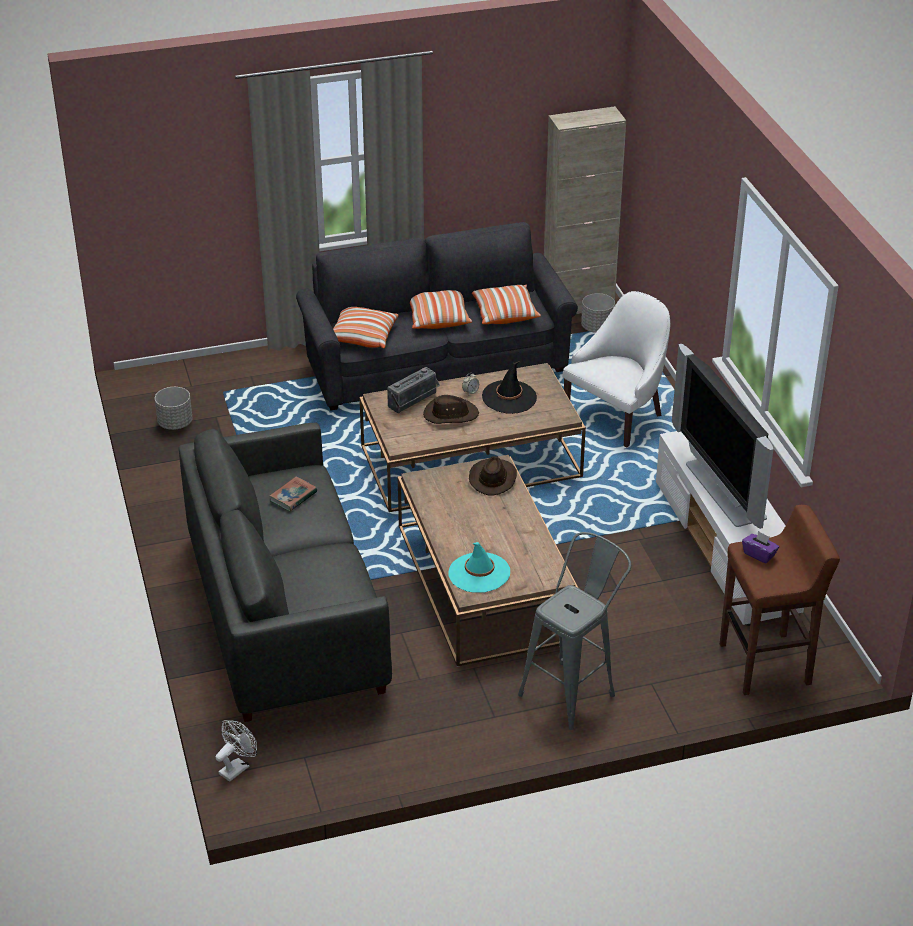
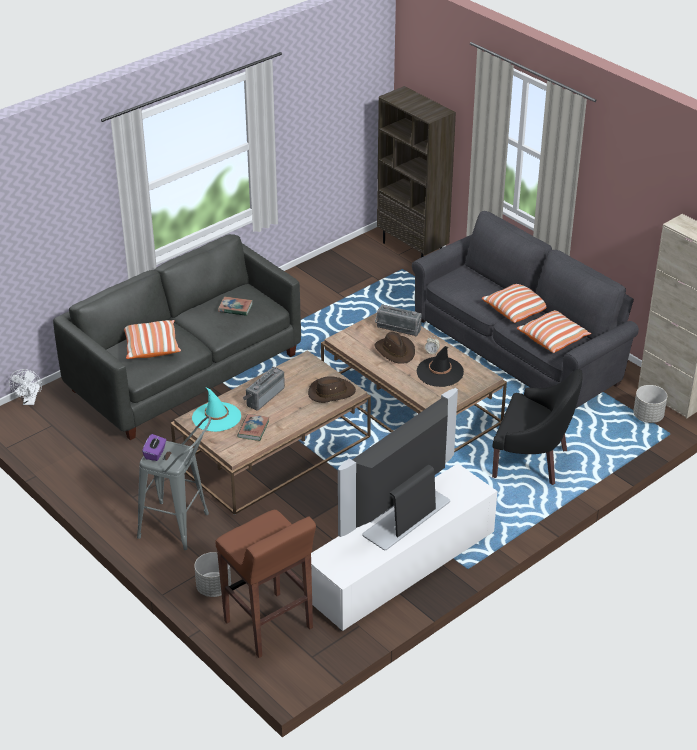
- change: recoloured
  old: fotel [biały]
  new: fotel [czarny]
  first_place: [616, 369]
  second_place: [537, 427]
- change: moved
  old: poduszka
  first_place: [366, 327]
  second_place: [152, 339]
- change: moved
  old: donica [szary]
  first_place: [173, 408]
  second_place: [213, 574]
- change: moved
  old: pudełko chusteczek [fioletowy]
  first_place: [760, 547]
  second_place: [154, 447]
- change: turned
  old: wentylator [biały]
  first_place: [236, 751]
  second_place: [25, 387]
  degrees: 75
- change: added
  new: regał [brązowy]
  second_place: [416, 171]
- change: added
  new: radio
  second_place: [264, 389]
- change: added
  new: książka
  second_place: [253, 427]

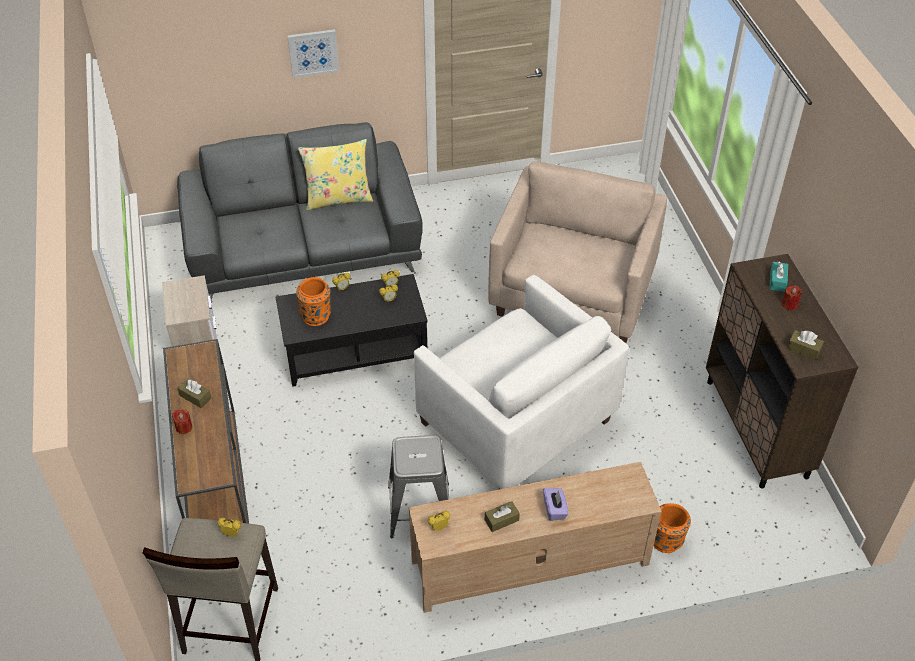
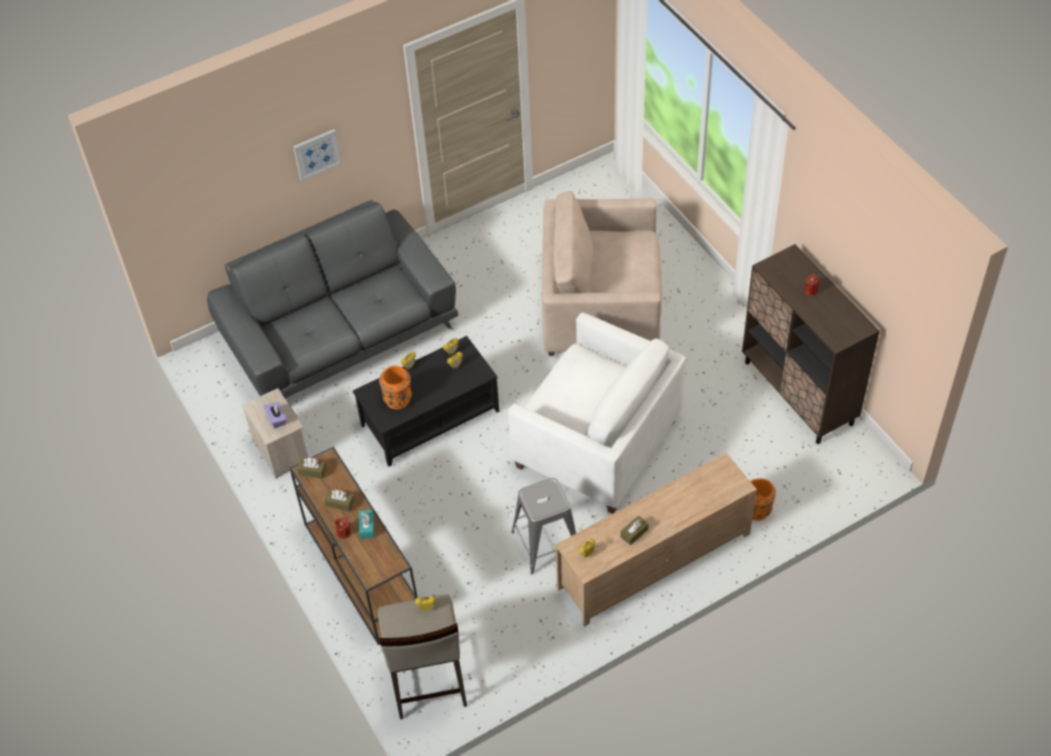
- change: removed
  old: poduszka [żółty]
  first_place: [335, 174]
- change: turned
  old: fotel [beżowy]
  first_place: [577, 252]
  second_place: [602, 273]
  degrees: -90
- change: moved
  old: pudełko chusteczek [turkusowy]
  first_place: [778, 276]
  second_place: [366, 524]
- change: moved
  old: pudełko chusteczek [brązowy]
  first_place: [805, 345]
  second_place: [312, 468]
- change: moved
  old: pudełko chusteczek [fioletowy]
  first_place: [555, 504]
  second_place: [275, 415]

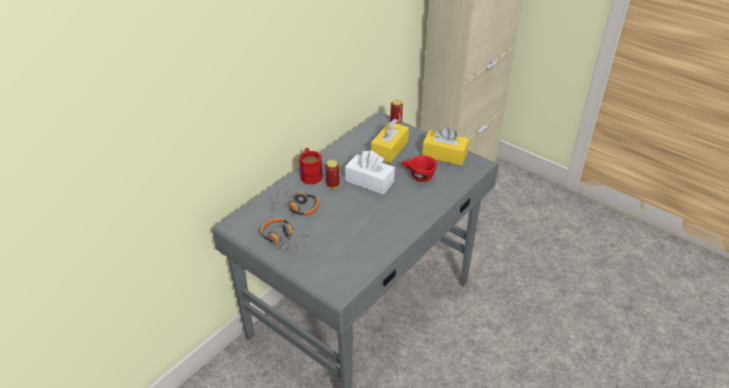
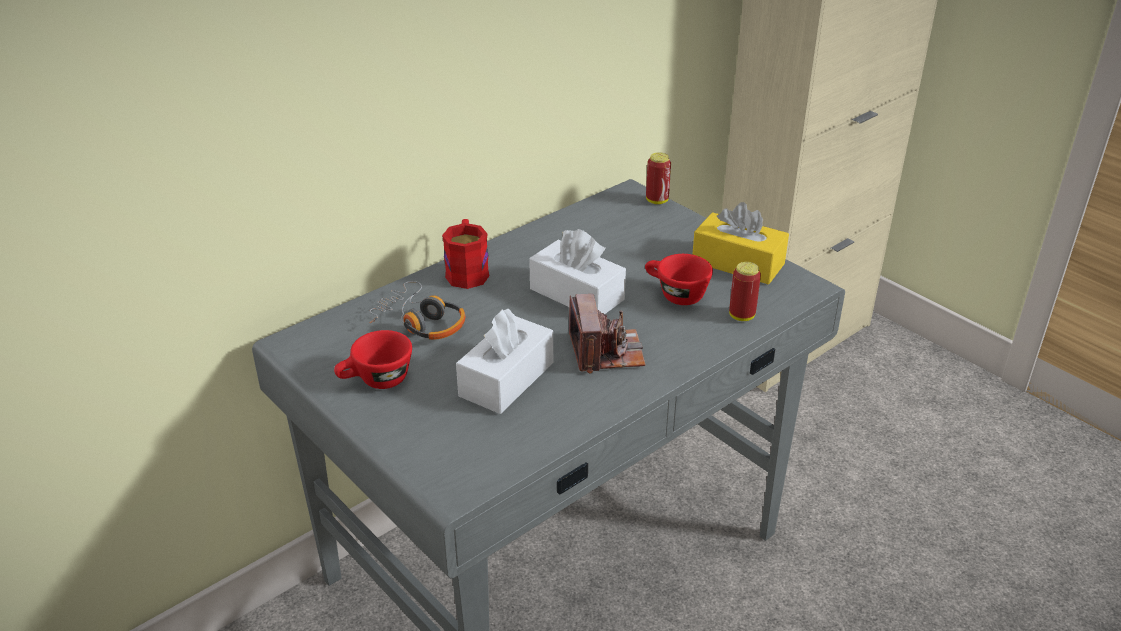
- change: removed
  old: pudełko chusteczek [żółty]
  first_place: [390, 141]
- change: moved
  old: puszka
  first_place: [333, 174]
  second_place: [745, 291]
- change: replaced
  old: słuchawki
  new: filiżanka [czerwony]
  first_place: [285, 238]
  second_place: [373, 359]
- change: added
  new: aparat fotograficzny
  second_place: [607, 334]
- change: added
  new: pudełko chusteczek [biały]
  second_place: [504, 361]

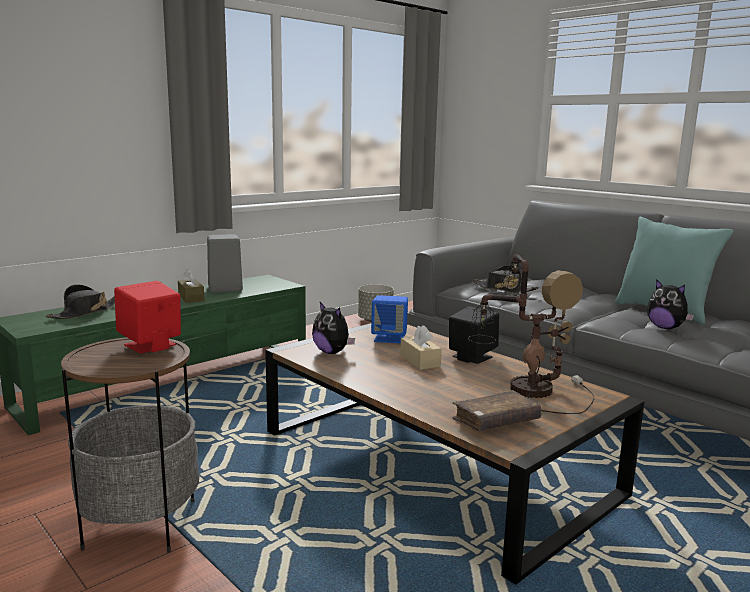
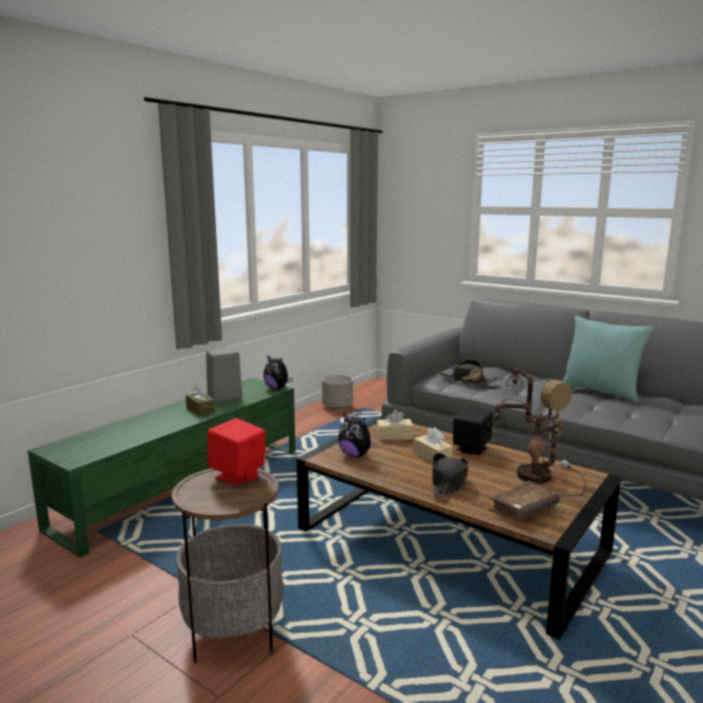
- change: moved
  old: pluszak
  first_place: [670, 304]
  second_place: [278, 372]
- change: moved
  old: kapelusz [czarny]
  first_place: [80, 302]
  second_place: [450, 475]
- change: replaced
  old: głośnik [niebieski]
  new: pudełko chusteczek [beżowy]
  first_place: [389, 319]
  second_place: [395, 424]

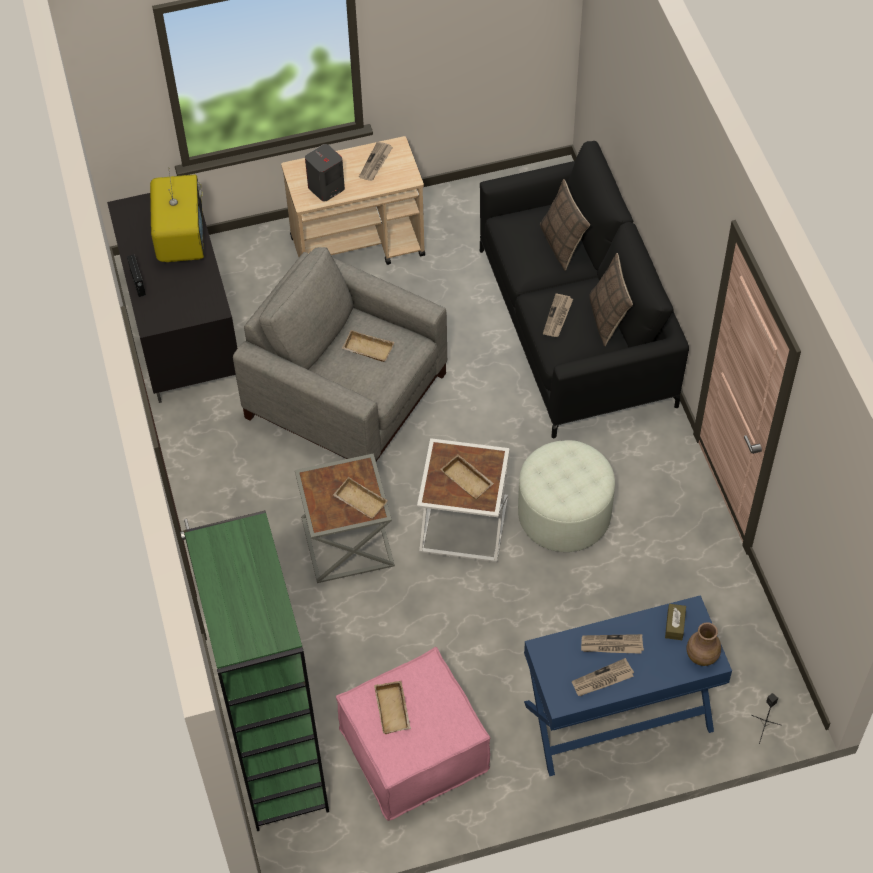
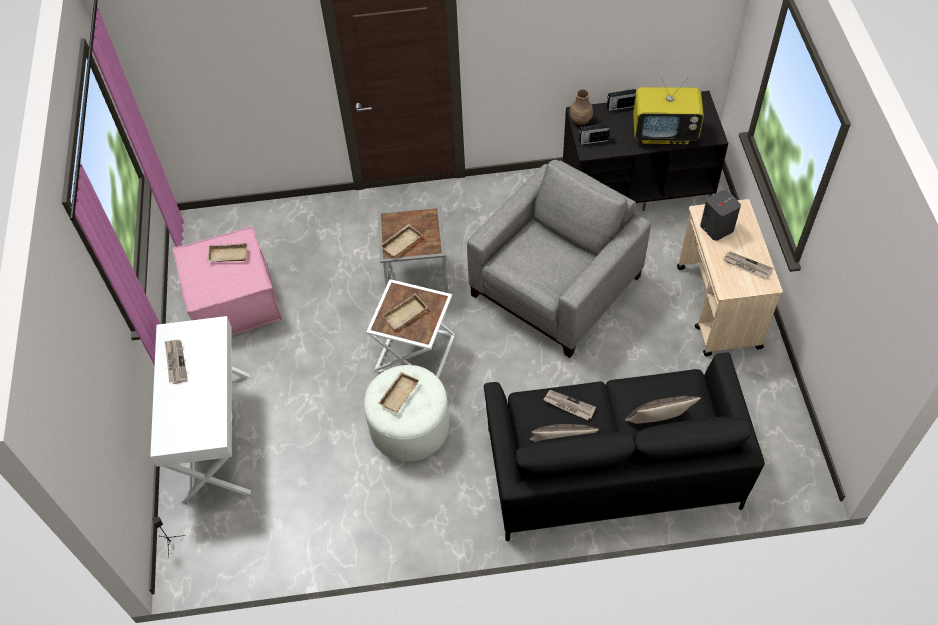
- change: moved
  old: taca [beżowy]
  first_place: [368, 346]
  second_place: [398, 392]
- change: removed
  old: regał [zielony]
  first_place: [256, 671]
- change: recoloured
  old: stolik konsolowy [niebieski]
  new: stolik konsolowy [biały]
  first_place: [628, 685]
  second_place: [200, 409]
- change: removed
  old: pudełko chusteczek [brązowy]
  first_place: [675, 622]
- change: moved
  old: wazon [brązowy]
  first_place: [703, 644]
  second_place: [581, 107]
- change: removed
  old: gazeta
  first_place: [612, 644]
- change: added
  new: radio
  second_place: [594, 133]

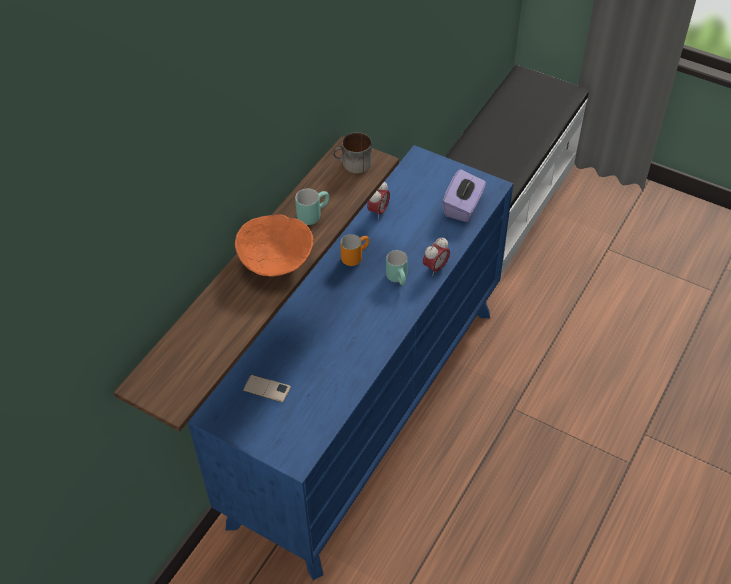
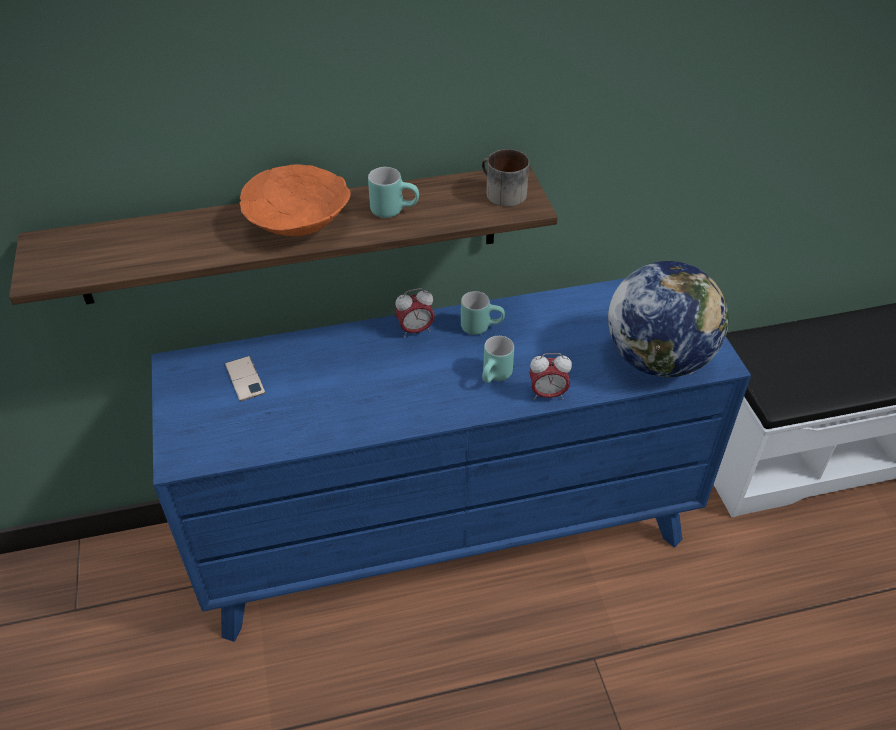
- change: replaced
  old: pudełko chusteczek [fioletowy]
  new: globus
  first_place: [464, 195]
  second_place: [668, 319]
- change: moved
  old: budzik
  first_place: [378, 200]
  second_place: [415, 312]
- change: recoloured
  old: kubek [pomarańczowy]
  new: kubek [turkusowy]
  first_place: [354, 250]
  second_place: [483, 313]

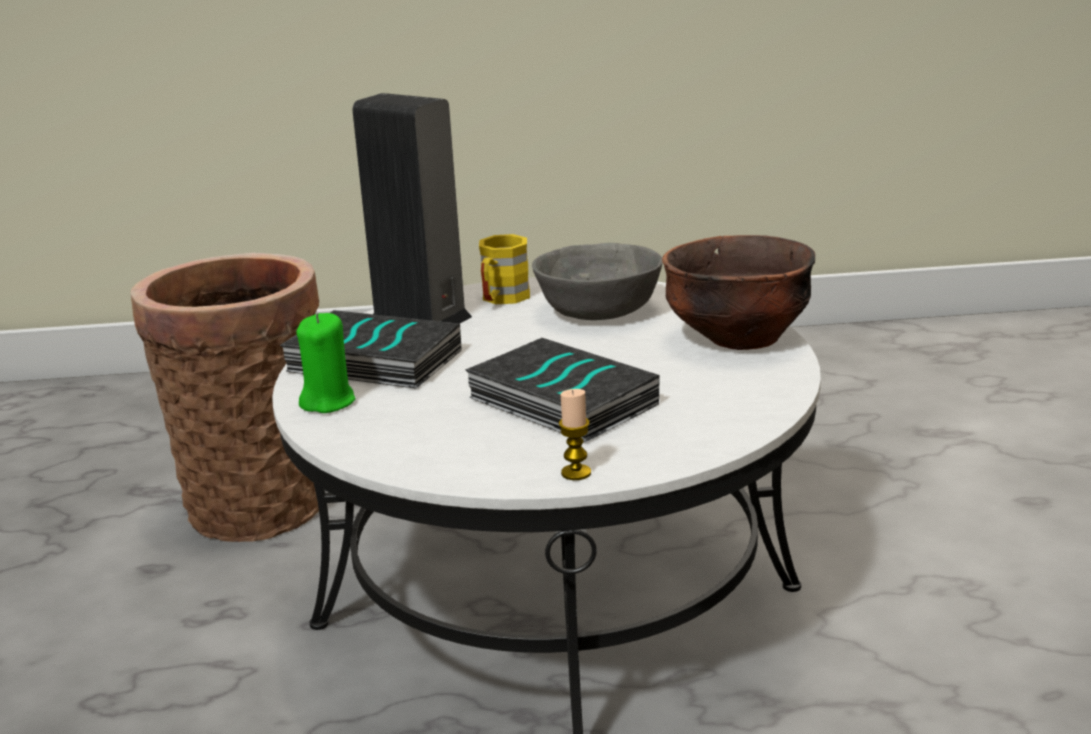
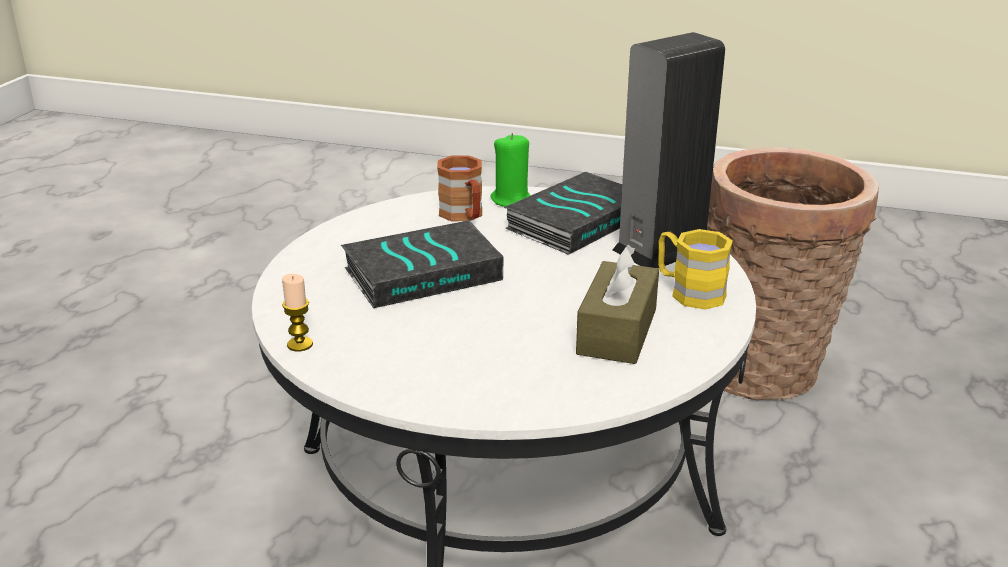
- change: removed
  old: miska [brązowy]
  first_place: [738, 292]
- change: replaced
  old: miska [szary]
  new: pudełko chusteczek [brązowy]
  first_place: [597, 281]
  second_place: [617, 304]
- change: moved
  old: świeca
  first_place: [575, 434]
  second_place: [297, 313]
- change: added
  new: kubek [brązowy]
  second_place: [459, 188]

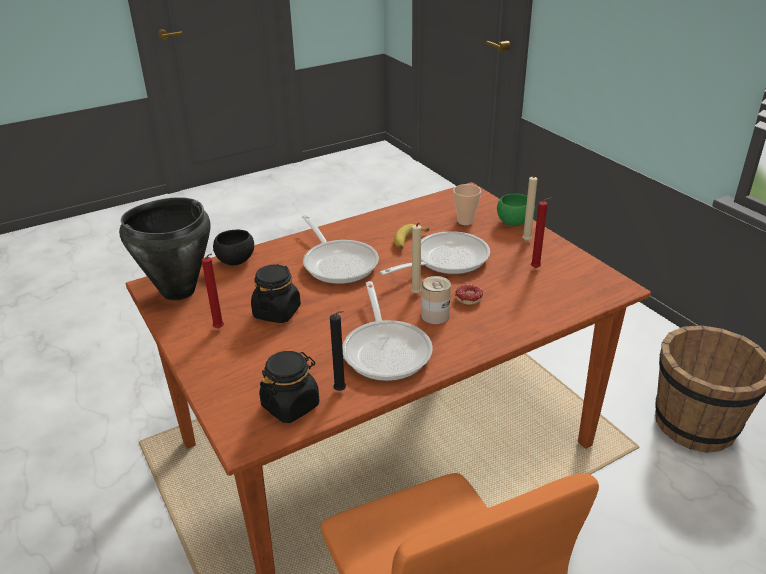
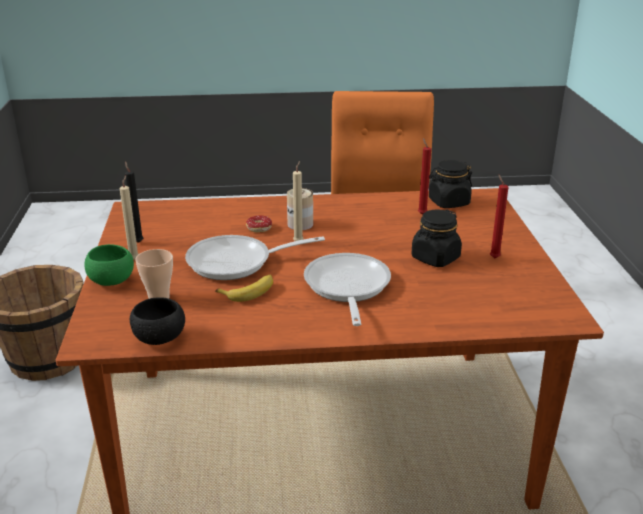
- change: removed
  old: garnek [czarny]
  first_place: [164, 249]
- change: moved
  old: świeca [czerwony]
  first_place: [541, 232]
  second_place: [424, 176]
- change: moved
  old: miska [czarny]
  first_place: [233, 248]
  second_place: [157, 321]
- change: removed
  old: patelnia
  first_place: [387, 331]
- change: moved
  old: świeca [czarny]
  first_place: [338, 351]
  second_place: [134, 202]

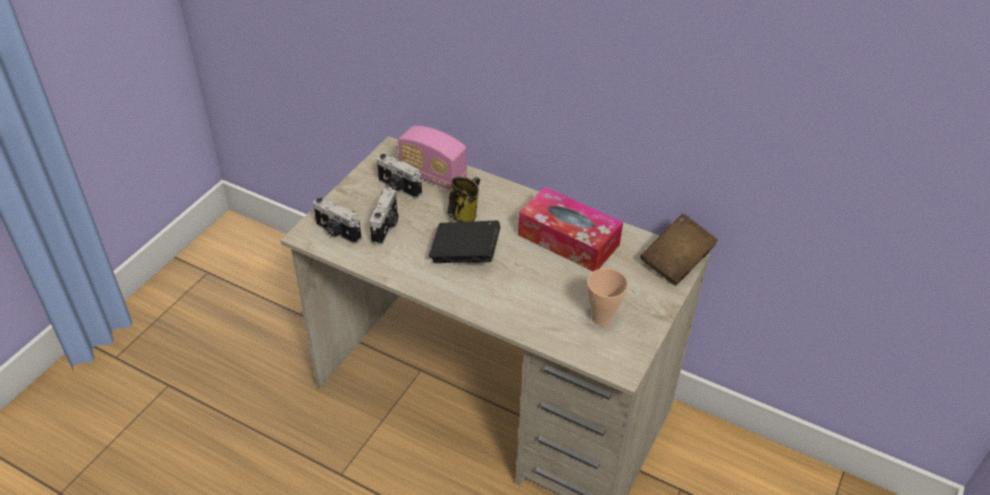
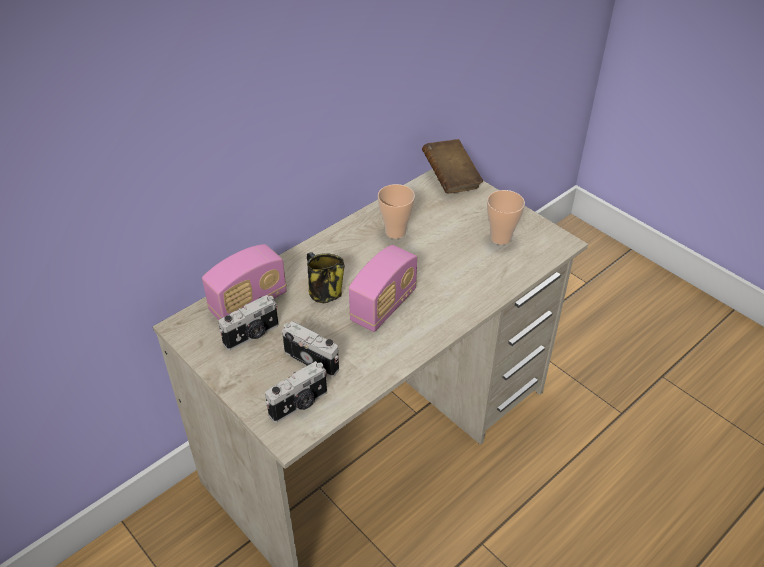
- change: replaced
  old: pudełko chusteczek
  new: filiżanka
  first_place: [570, 229]
  second_place: [396, 211]
- change: replaced
  old: książka [czarny]
  new: radio
  first_place: [464, 241]
  second_place: [383, 288]

